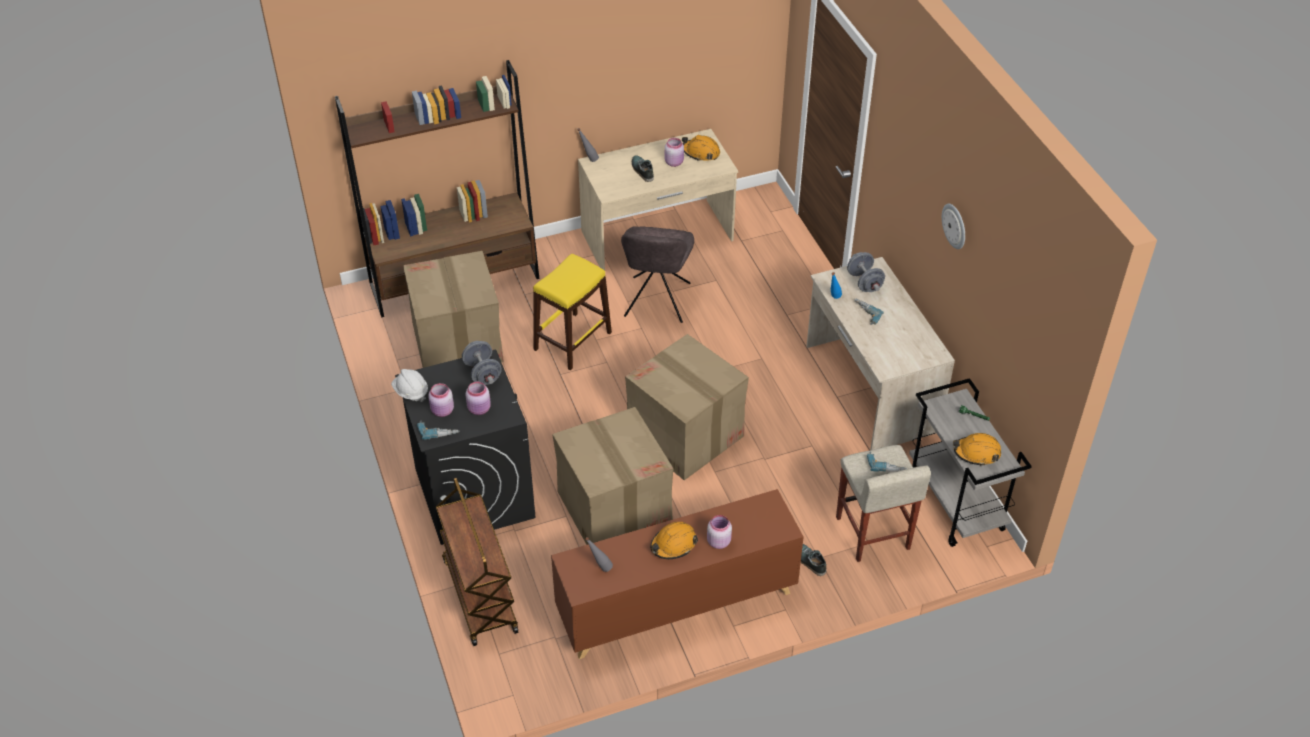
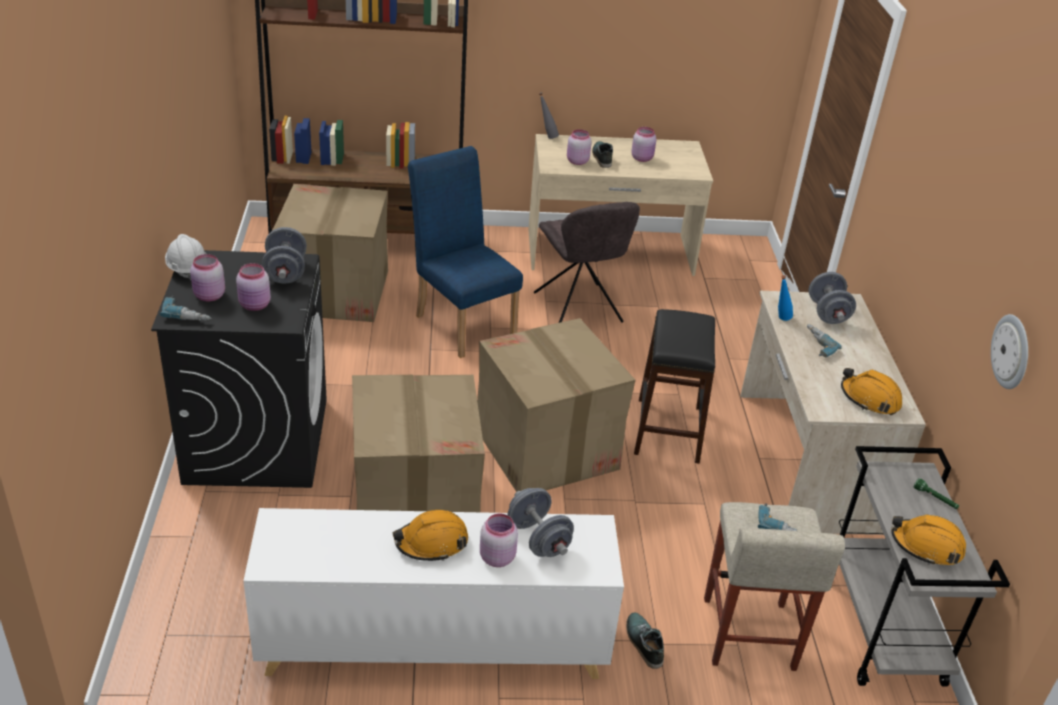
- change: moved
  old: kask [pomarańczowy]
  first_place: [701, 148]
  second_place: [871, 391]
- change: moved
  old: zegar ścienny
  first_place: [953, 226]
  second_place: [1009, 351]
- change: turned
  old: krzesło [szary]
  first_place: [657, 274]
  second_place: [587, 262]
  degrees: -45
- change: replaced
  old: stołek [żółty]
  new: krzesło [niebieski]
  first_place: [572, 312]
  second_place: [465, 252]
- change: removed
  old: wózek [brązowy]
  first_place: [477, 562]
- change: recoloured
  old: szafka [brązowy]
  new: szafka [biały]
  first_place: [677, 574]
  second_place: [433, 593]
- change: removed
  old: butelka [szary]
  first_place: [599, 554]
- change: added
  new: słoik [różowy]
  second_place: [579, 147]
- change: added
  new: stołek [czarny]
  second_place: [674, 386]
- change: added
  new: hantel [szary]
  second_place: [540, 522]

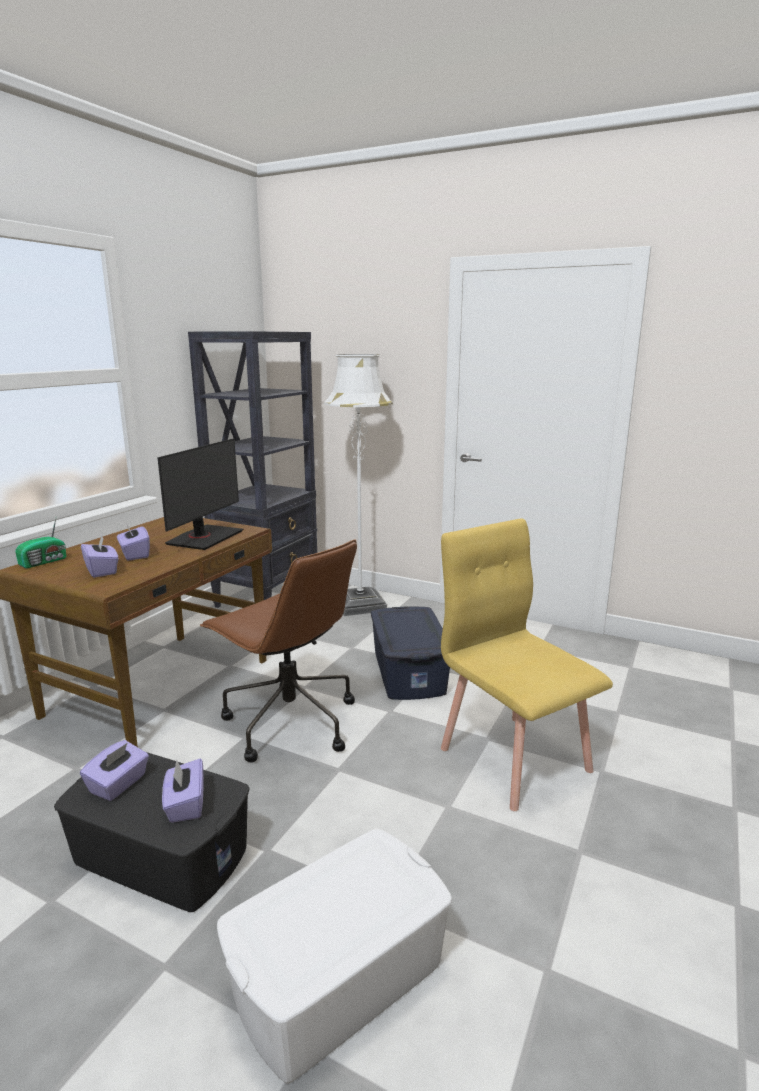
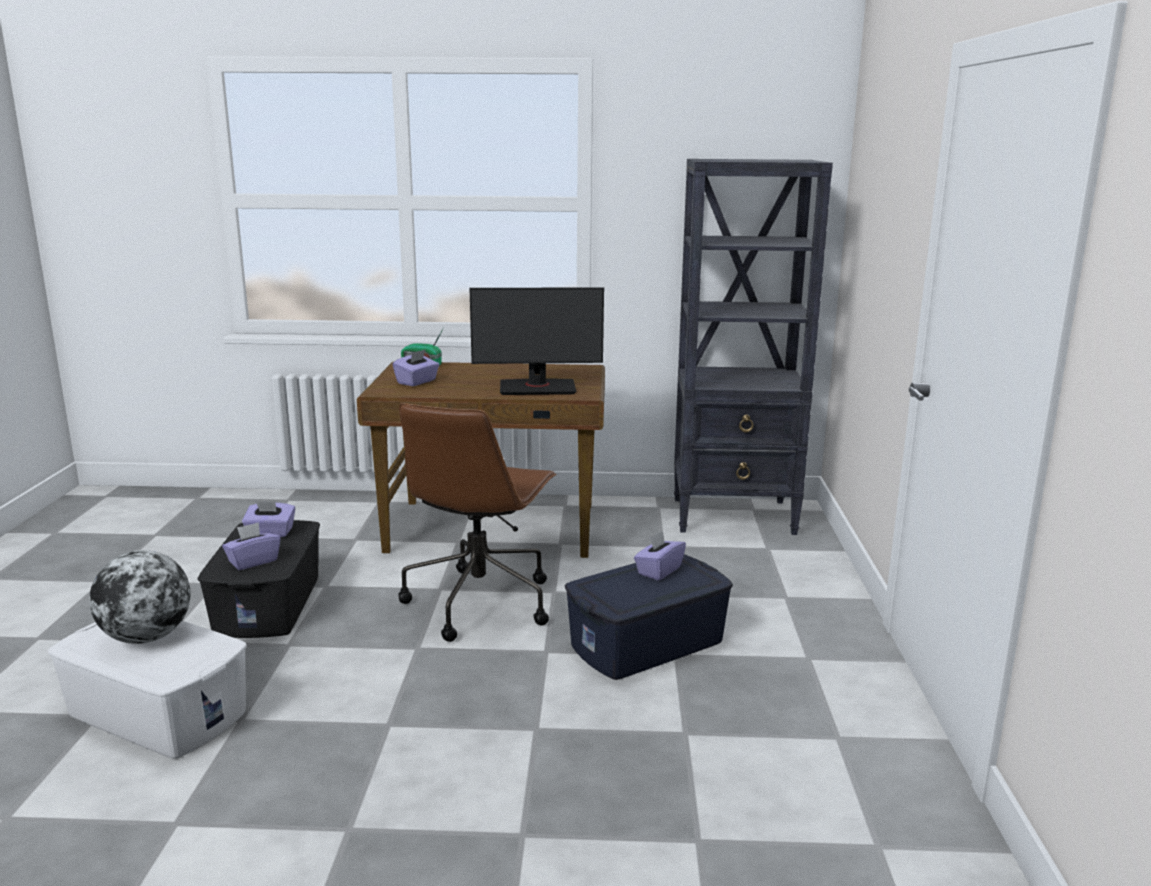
- change: removed
  old: lampa stojąca [biały]
  first_place: [359, 485]
- change: removed
  old: krzesło [żółty]
  first_place: [527, 664]
- change: moved
  old: pudełko chusteczek [fioletowy]
  first_place: [133, 541]
  second_place: [660, 555]
- change: added
  new: globus
  second_place: [140, 597]

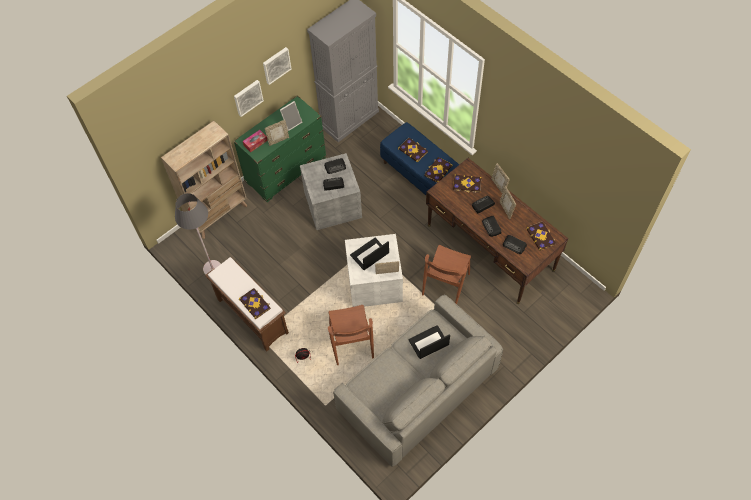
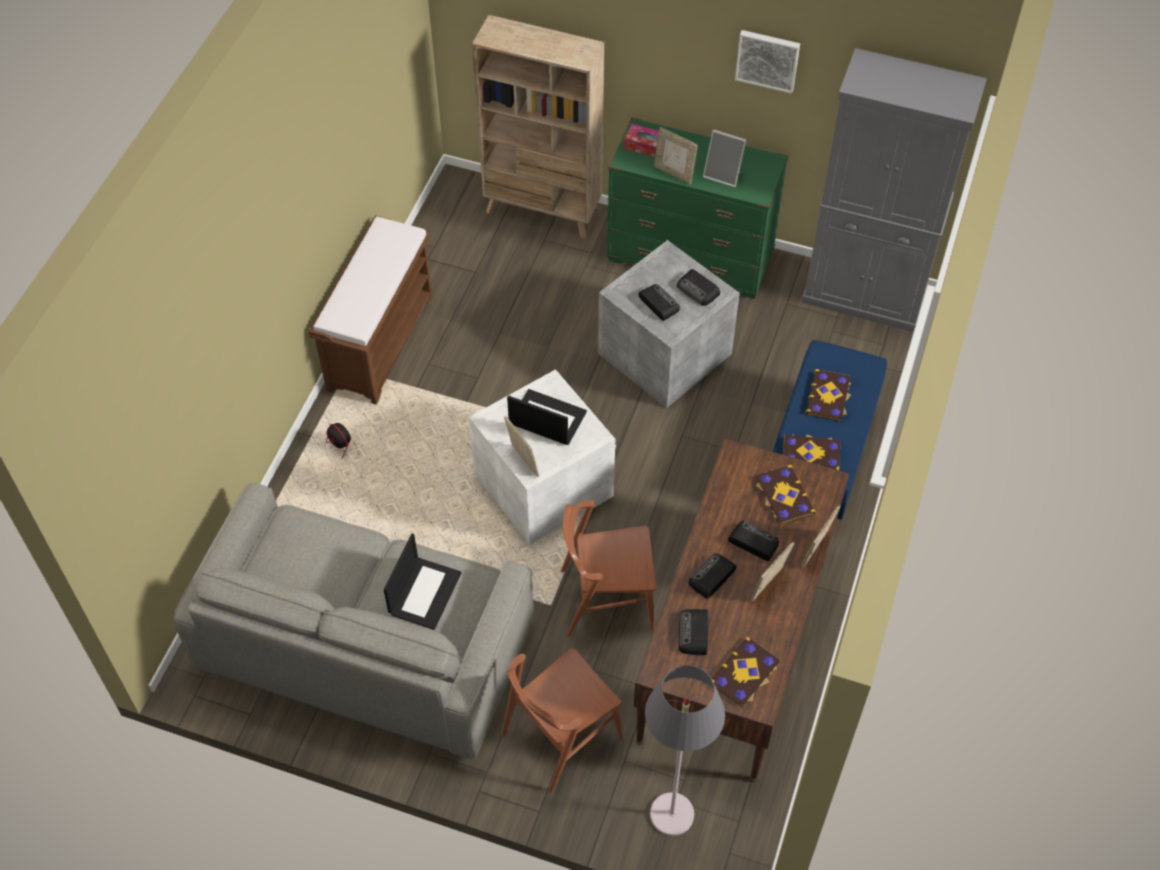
- change: removed
  old: obraz
  first_place: [249, 98]
- change: moved
  old: lampa stojąca [szary]
  first_place: [198, 234]
  second_place: [685, 750]
- change: removed
  old: książka
  first_place: [255, 303]
- change: moved
  old: krzesło [brązowy]
  first_place: [351, 335]
  second_place: [562, 720]
- change: turned
  old: laptop
  first_place: [429, 342]
  second_place: [422, 581]
  degrees: 75

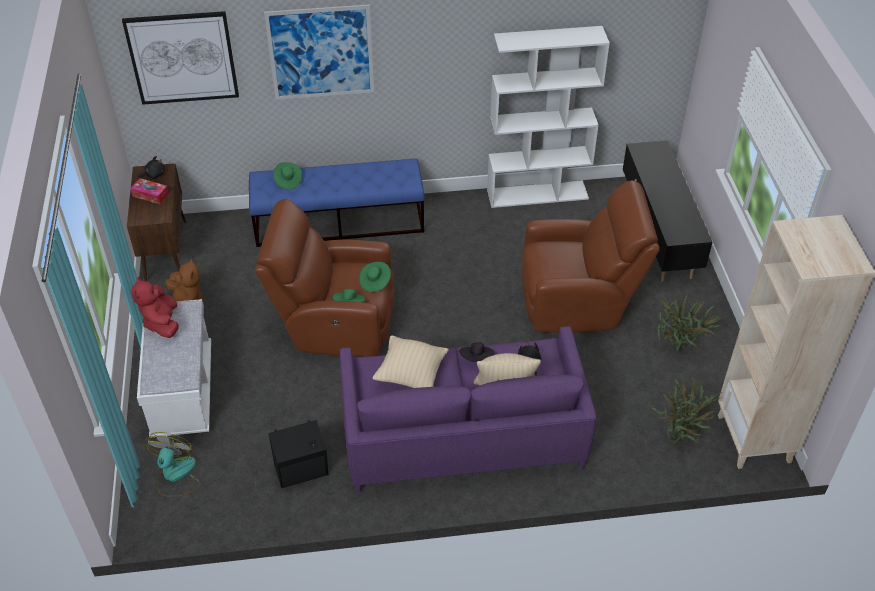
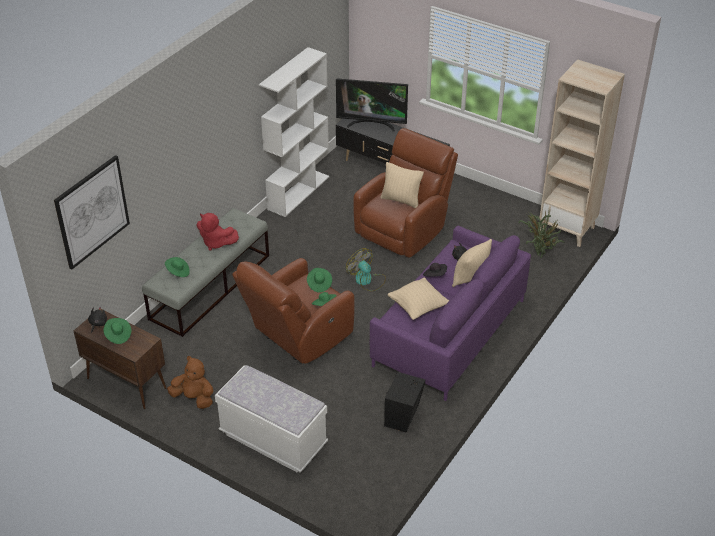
- change: removed
  old: obraz
  first_place: [319, 52]
- change: recoloured
  old: ławka [niebieski]
  new: ławka [szary]
  first_place: [337, 202]
  second_place: [205, 272]
- change: replaced
  old: pudełko chusteczek
  new: kapelusz [zielony]
  first_place: [149, 191]
  second_place: [117, 331]
- change: moved
  old: pluszak [czerwony]
  first_place: [155, 307]
  second_place: [218, 232]
- change: removed
  old: roślina doniczkowa
  first_place: [690, 323]
- change: moved
  old: wentylator
  first_place: [172, 464]
  second_place: [366, 269]
- change: added
  new: telewizor
  second_place: [372, 105]
- change: added
  new: poduszka [beżowy]
  second_place: [402, 185]

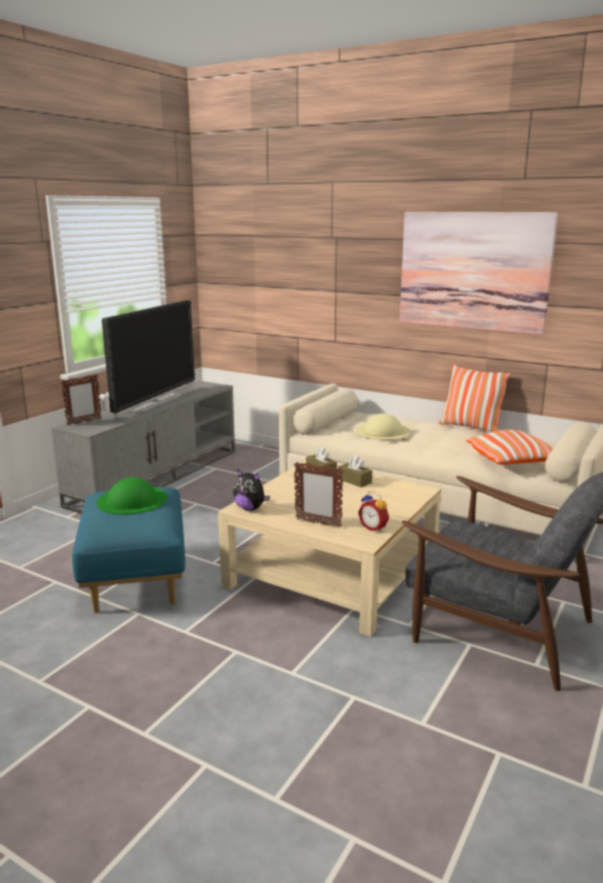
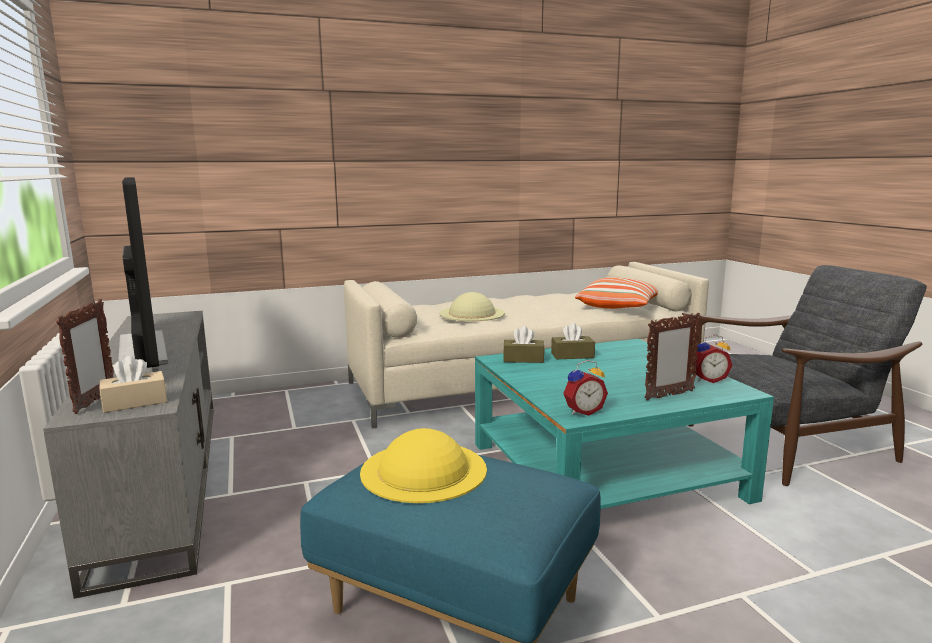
- change: removed
  old: obraz
  first_place: [479, 273]
- change: removed
  old: poduszka
  first_place: [475, 398]
- change: recoloured
  old: ława [beżowy]
  new: ława [turkusowy]
  first_place: [329, 548]
  second_place: [624, 424]
- change: replaced
  old: pluszak
  new: budzik
  first_place: [251, 490]
  second_place: [585, 388]
- change: recoloured
  old: kapelusz [zielony]
  new: kapelusz [żółty]
  first_place: [132, 496]
  second_place: [423, 465]
- change: added
  new: pudełko chusteczek [beżowy]
  second_place: [133, 384]

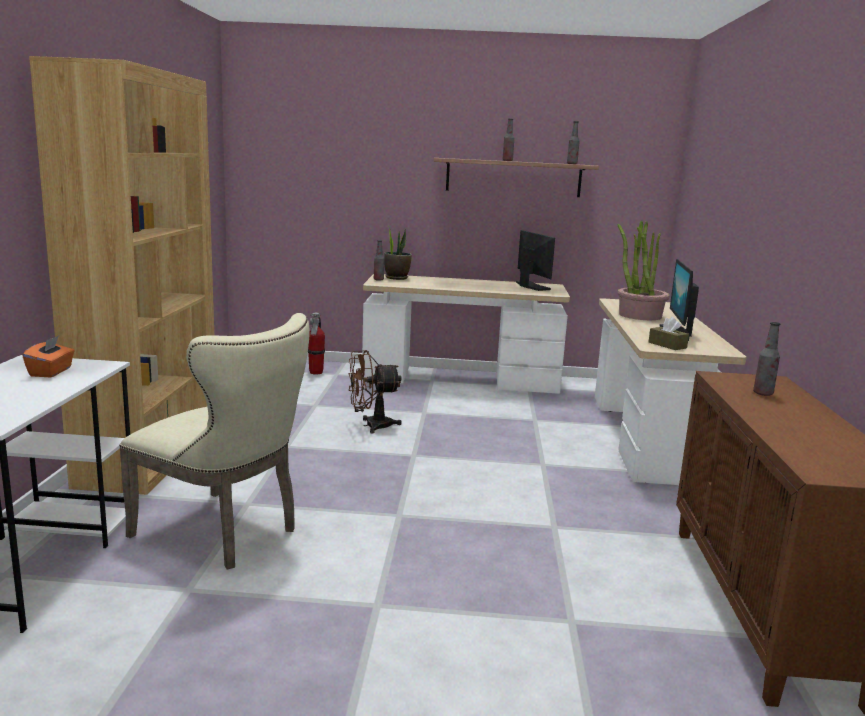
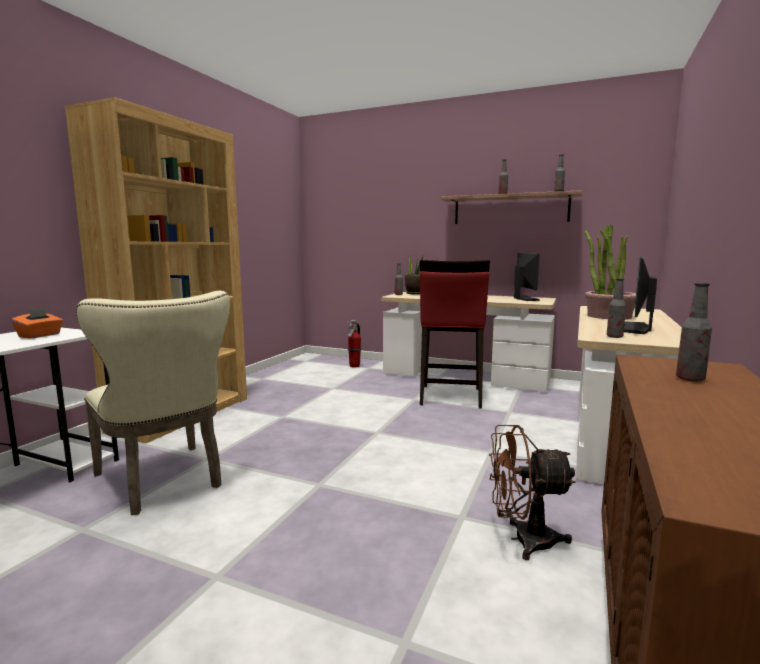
- change: replaced
  old: pudełko chusteczek [brązowy]
  new: butelka
  first_place: [669, 333]
  second_place: [616, 308]
- change: moved
  old: wentylator [brązowy]
  first_place: [375, 392]
  second_place: [532, 492]
- change: added
  new: stołek [czerwony]
  second_place: [455, 334]

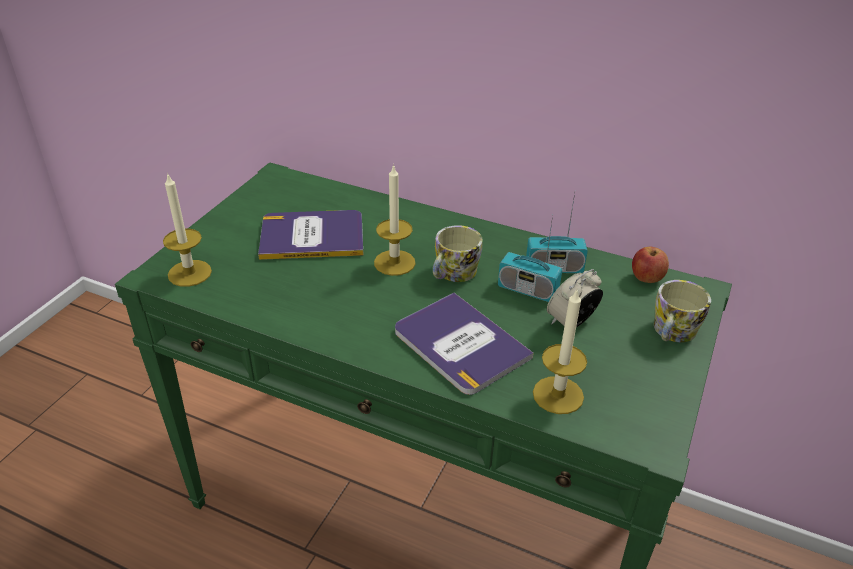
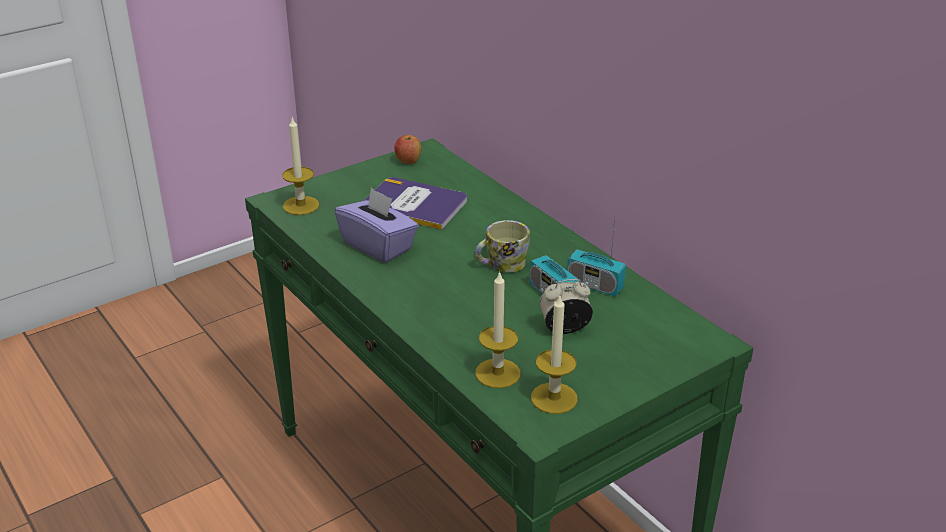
- change: moved
  old: świeca
  first_place: [394, 220]
  second_place: [554, 354]
- change: moved
  old: jabłko
  first_place: [650, 265]
  second_place: [407, 149]
- change: removed
  old: kubek
  first_place: [682, 311]
- change: removed
  old: książka
  first_place: [464, 344]
- change: added
  new: pudełko chusteczek [fioletowy]
  second_place: [377, 225]

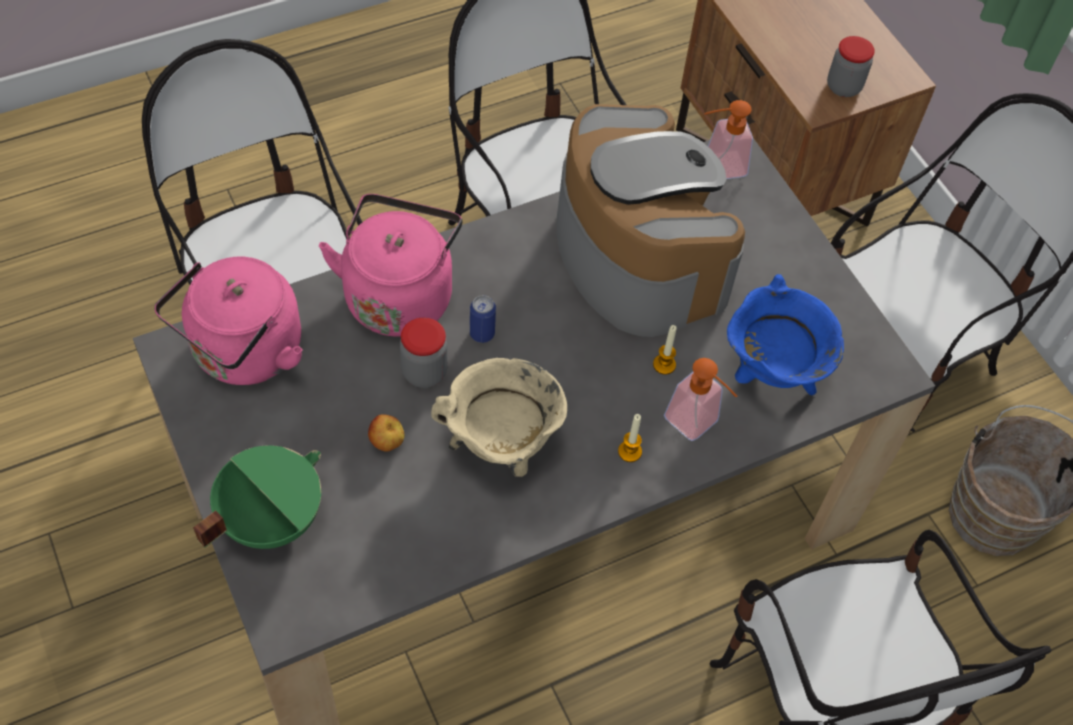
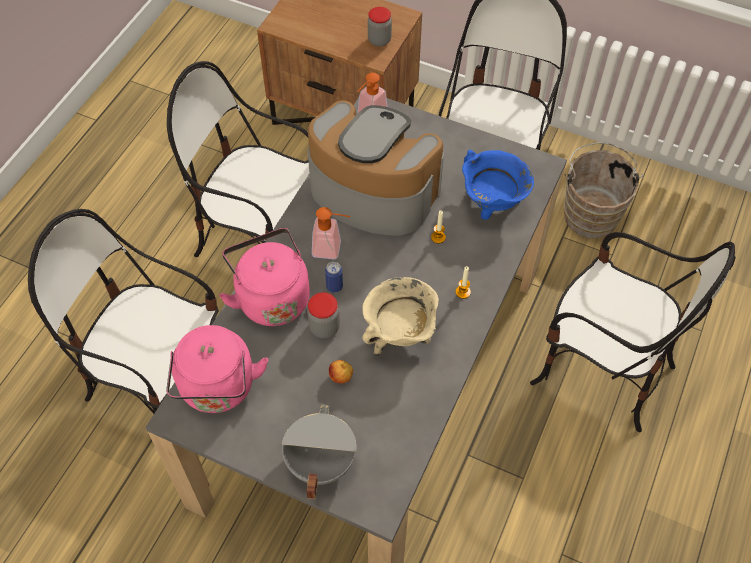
- change: moved
  old: dozownik mydła
  first_place: [700, 399]
  second_place: [331, 233]
- change: recoloured
  old: garnek [zielony]
  new: garnek [szary]
  first_place: [257, 497]
  second_place: [319, 451]

